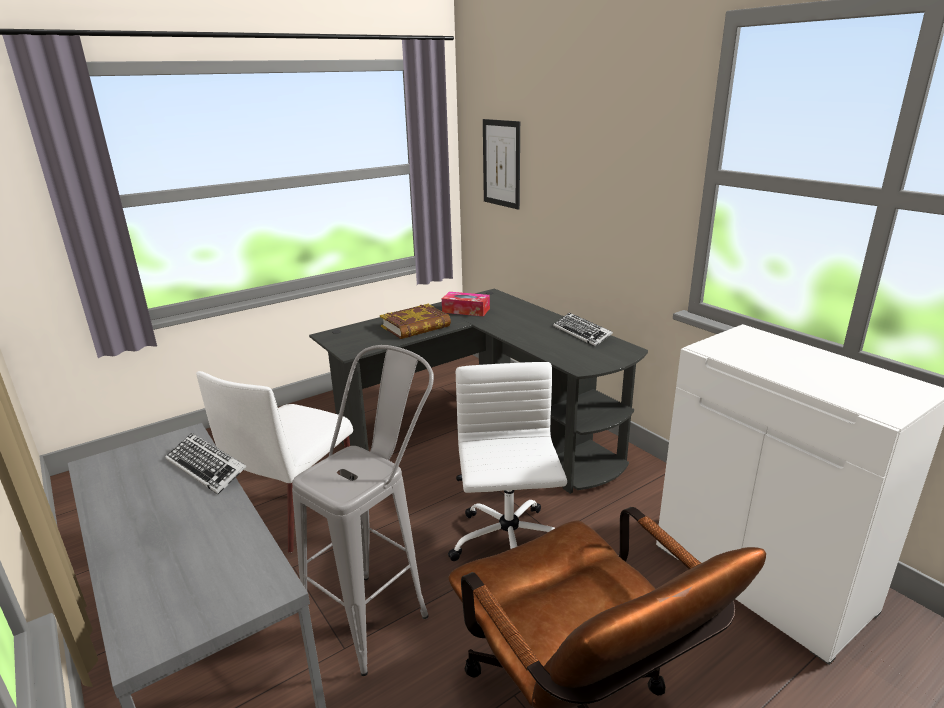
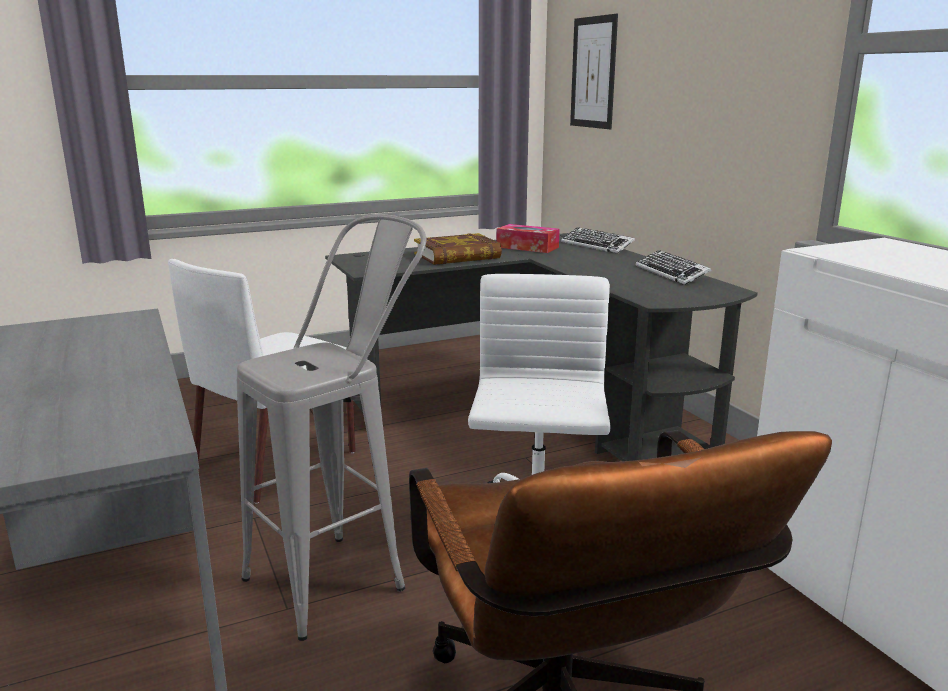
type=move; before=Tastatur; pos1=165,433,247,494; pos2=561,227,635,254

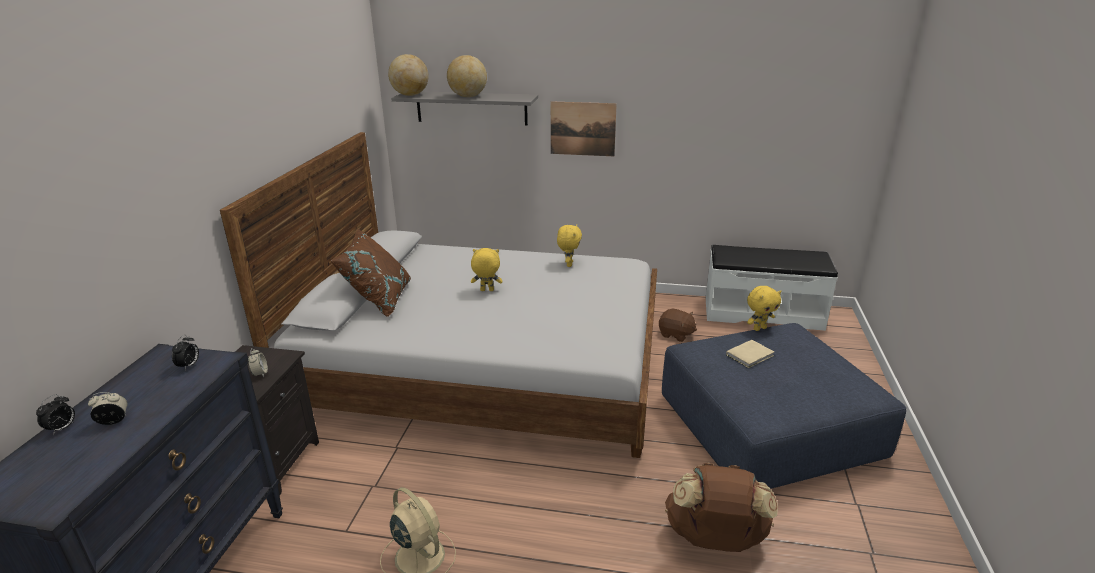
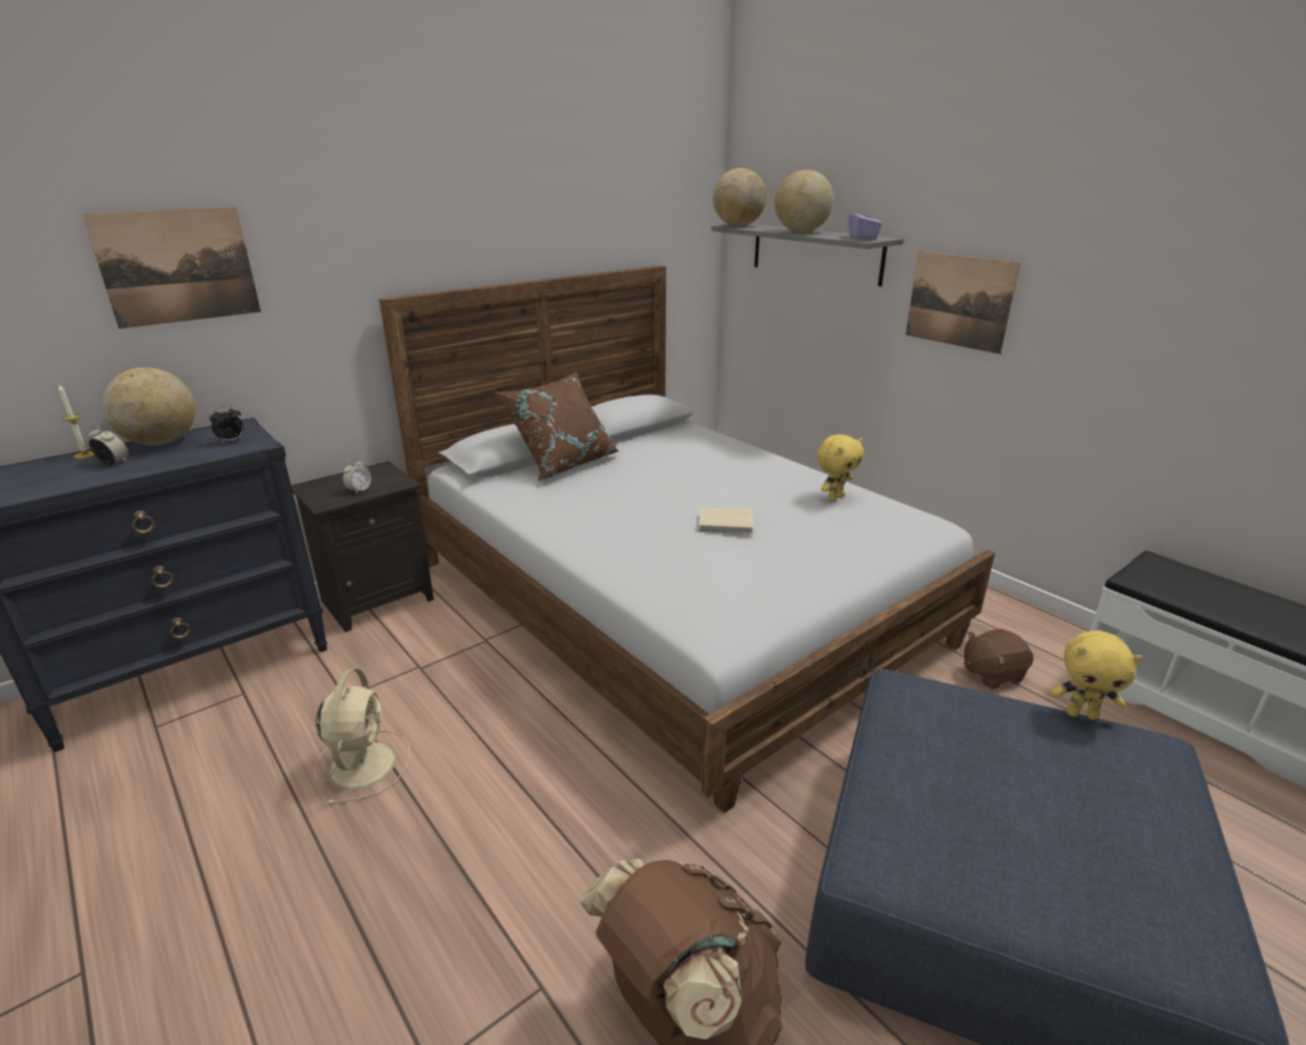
type=replace; before=Wecker; after=Kerze; pos1=36,394,75,435; pos2=58,385,95,459
type=delete; before=Plüschtier/gelb; pos1=471,248,503,291
type=rotate; before=Plüschtier/braun; pos1=659,309,697,342; pos2=964,629,1034,689; turn=90
type=move; before=Buch/beige; pos1=726,340,774,368; pos2=698,507,753,534
type=insert; after=Bild; pos2=82,207,261,329
type=insert; after=Globus; pos2=102,367,196,445
type=insert; after=Taschentuchbox/lila; pos2=849,205,882,240

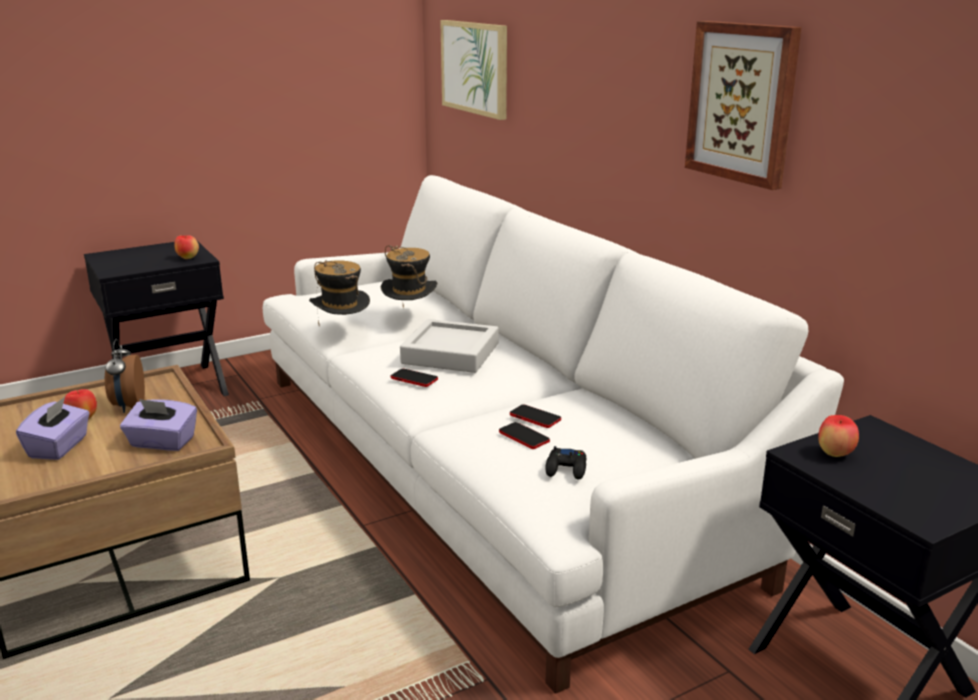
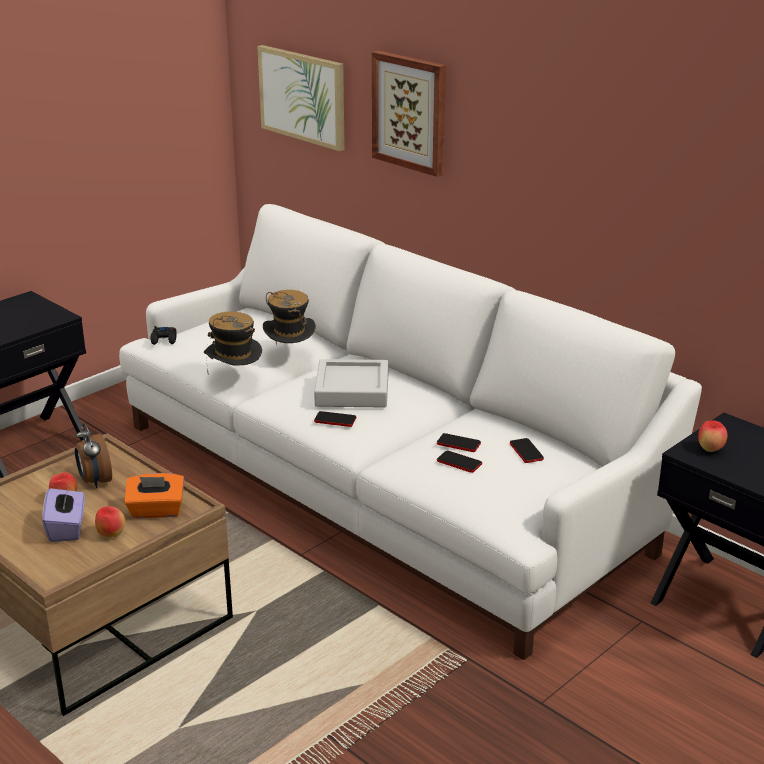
type=recolor; before=Taschentuchbox/lila; after=Taschentuchbox/orange; pos1=120,399,197,451; pos2=124,473,184,519
type=move; before=Apfel; pos1=174,235,199,259; pos2=95,506,125,538
type=move; before=Gamepad/schwarz; pos1=545,446,586,480; pos2=151,326,177,345
type=move; before=Bild; pos1=685,21,802,190; pos2=372,51,446,177
type=insert; after=Handy; pos2=510,438,544,463

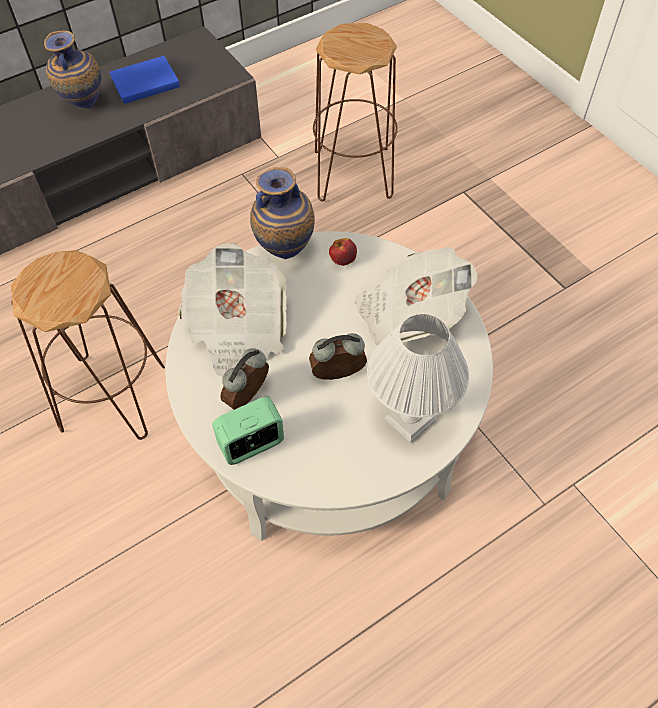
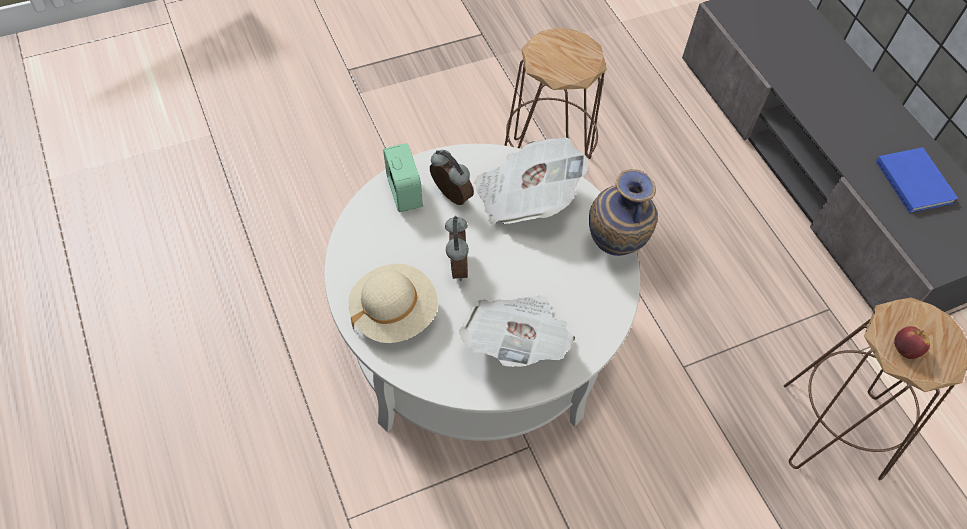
type=delete; before=Vase; pos1=44,31,102,109
type=move; before=Apfel; pos1=329,238,357,266; pos2=894,326,930,359
type=replace; before=Tischlampe/weiß; after=Hut/beige; pos1=367,314,469,443; pos2=349,264,438,343

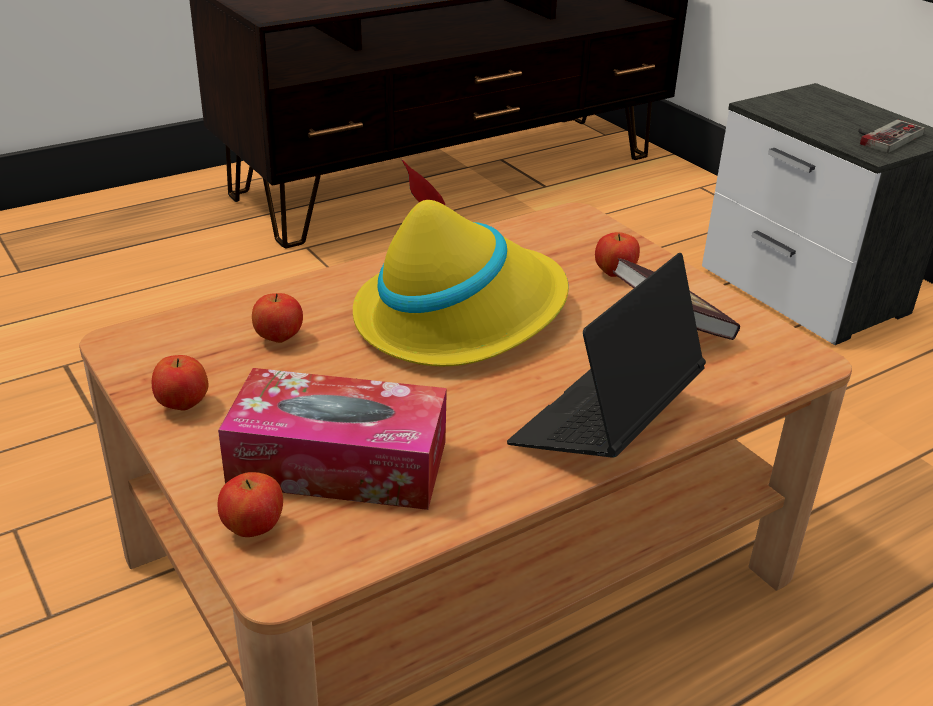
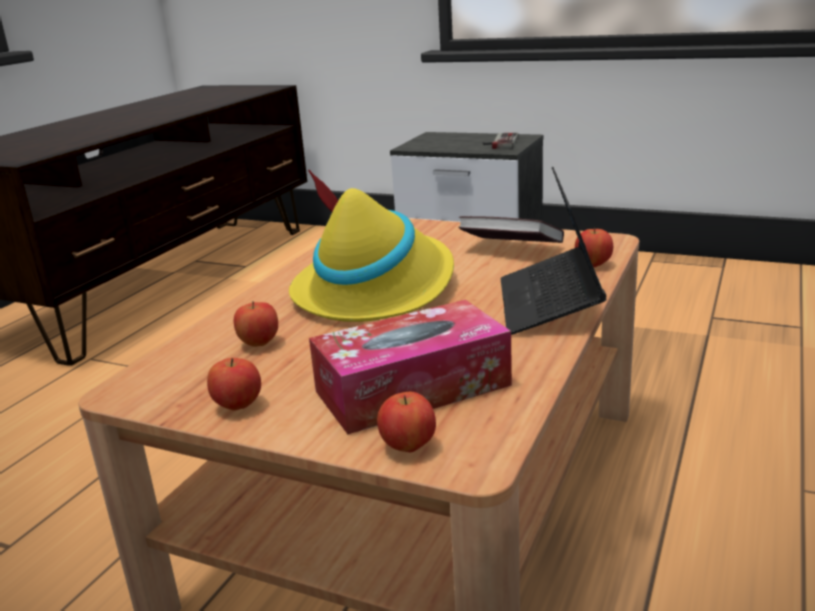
type=move; before=Apfel; pos1=595,232,640,277; pos2=575,228,613,267

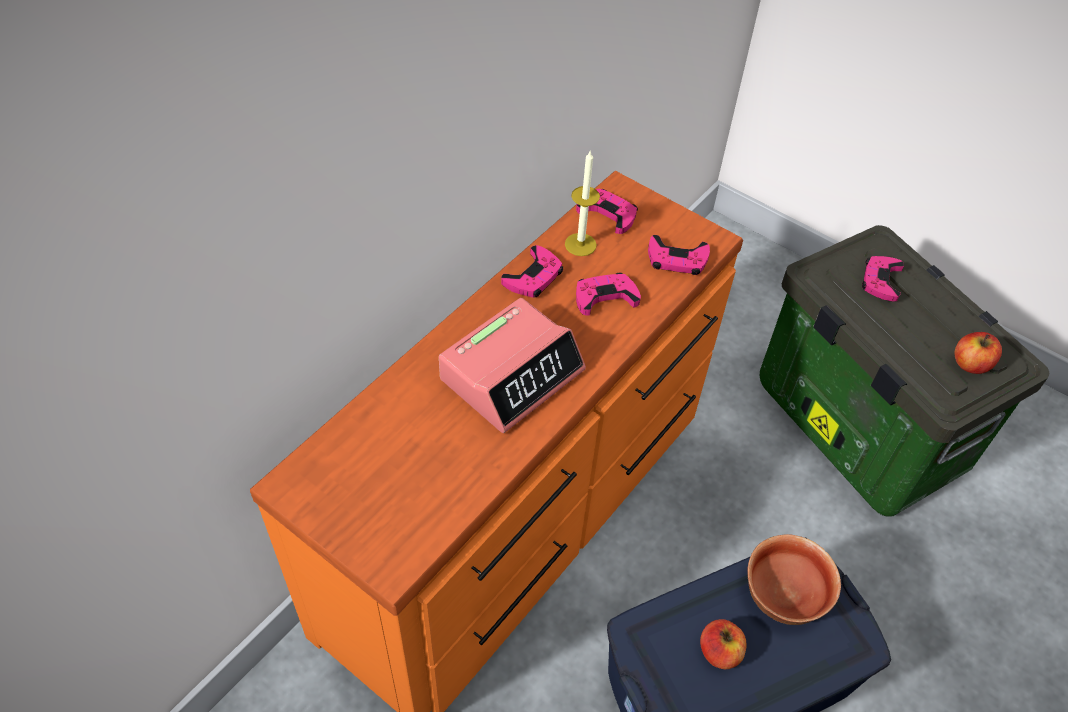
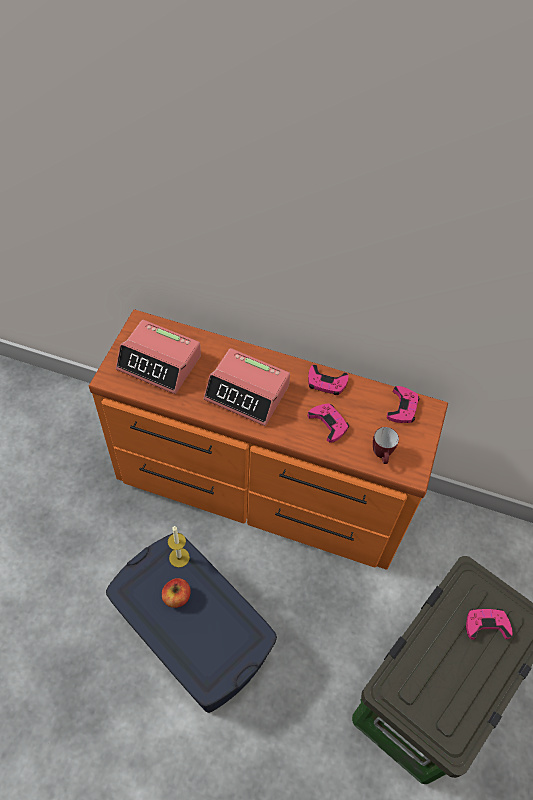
type=move; before=Kerze; pos1=565,151,600,256; pos2=168,526,190,568
type=replace; before=Gamepad/rosa; after=Henkelbecher; pos1=648,235,710,275; pos2=373,427,399,464
type=delete; before=Schüssel; pos1=747,534,841,625
type=delete; before=Apfel; pos1=954,332,1002,374
type=insert; after=Wecker; pos2=116,320,201,394

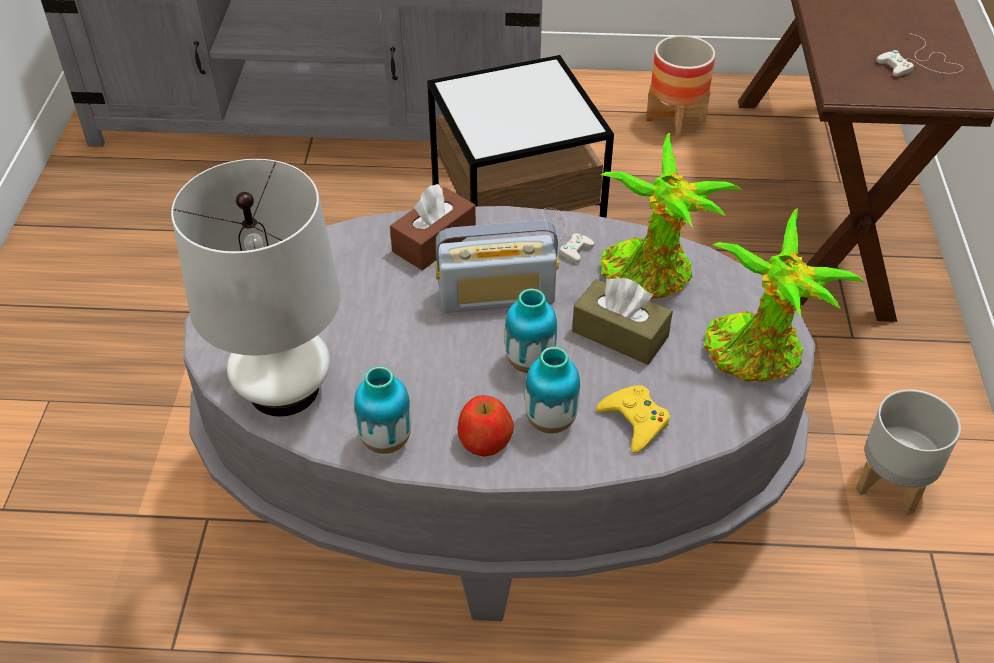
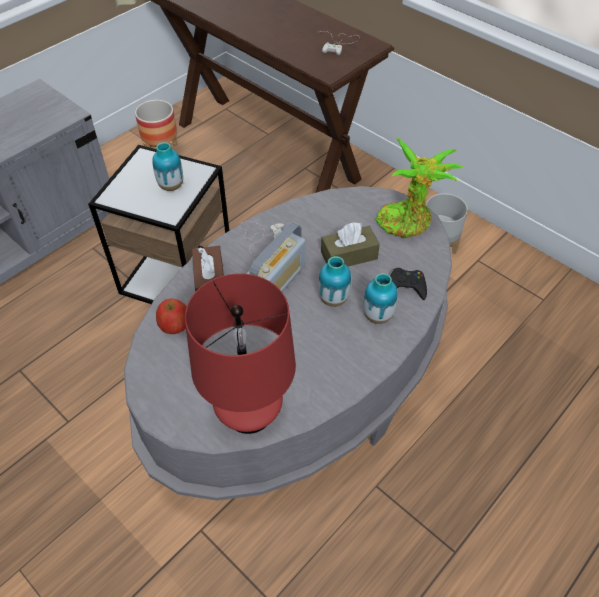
type=recolor; before=Tischlampe/weiß; after=Tischlampe/rot; pos1=171,159,341,417; pos2=185,273,296,434
type=move; before=Vase; pos1=354,366,412,454; pos2=152,142,183,191
type=move; before=Apfel; pos1=457,395,514,457; pos2=156,298,187,334
type=recolor; before=Gamepad/gelb; after=Gamepad/schwarz; pos1=596,385,670,453; pos2=390,268,427,300
type=delete; before=Topfpflanze; pos1=600,133,742,299

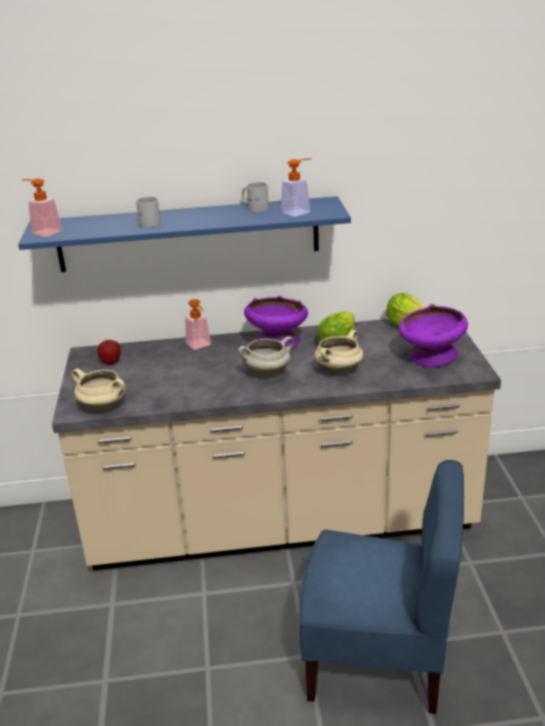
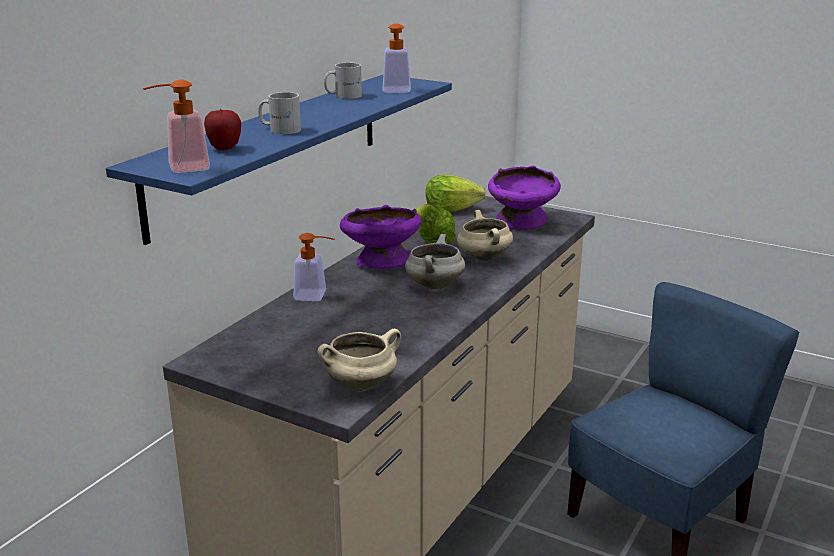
type=move; before=Apfel; pos1=97,340,121,365; pos2=204,109,241,150

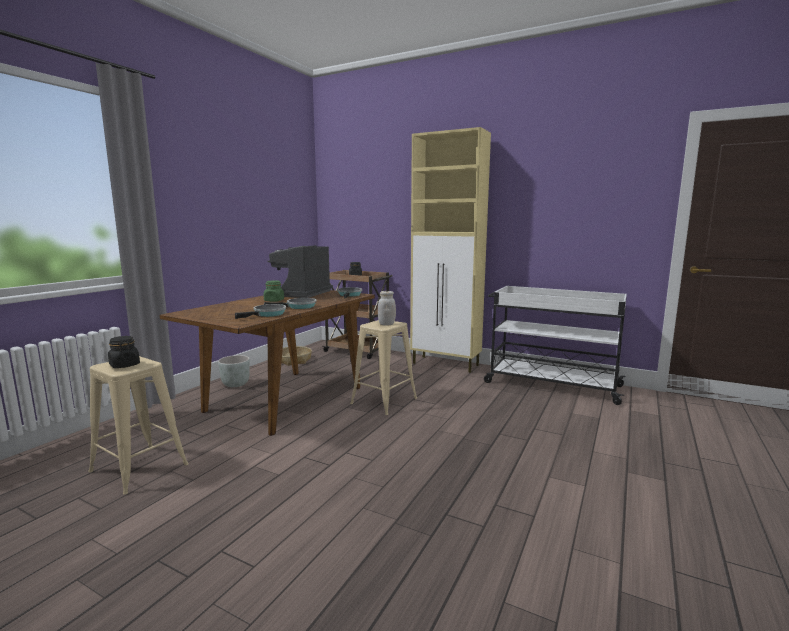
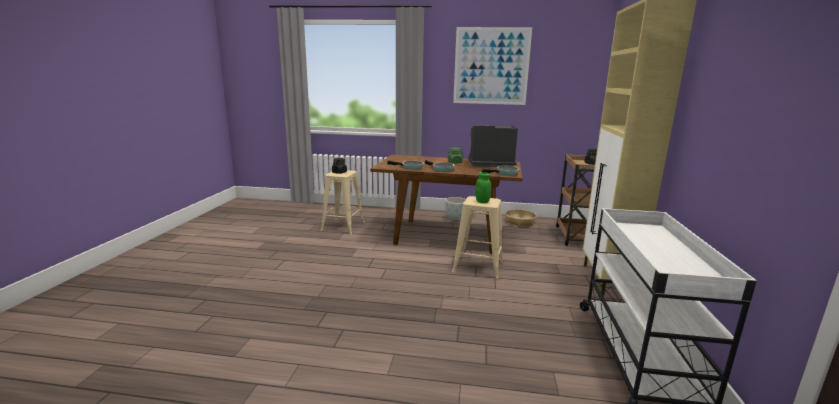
type=recolor; before=Vorratsglas/weiß; after=Vorratsglas/grün; pos1=378,291,396,326; pos2=475,172,491,203
type=insert; after=Bild; pos2=453,27,532,105

